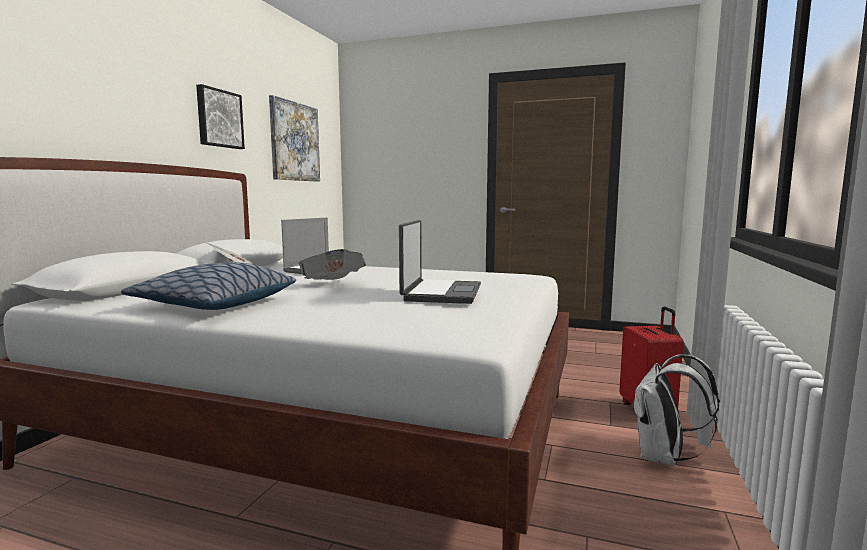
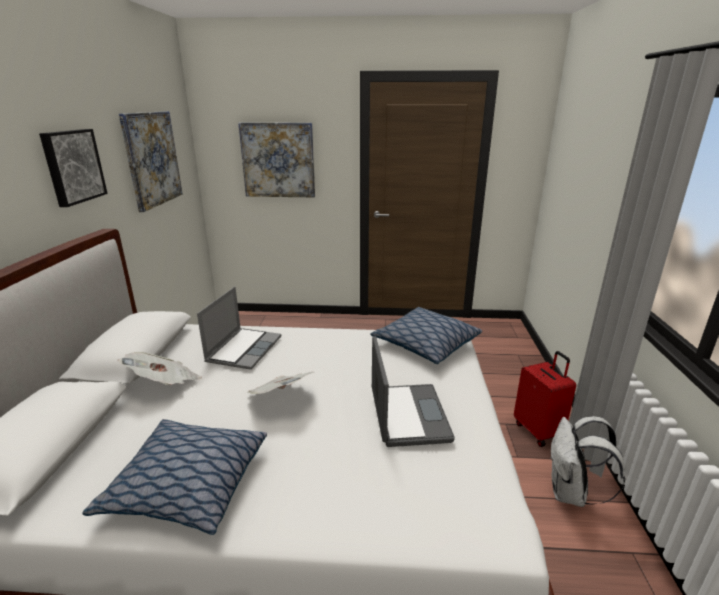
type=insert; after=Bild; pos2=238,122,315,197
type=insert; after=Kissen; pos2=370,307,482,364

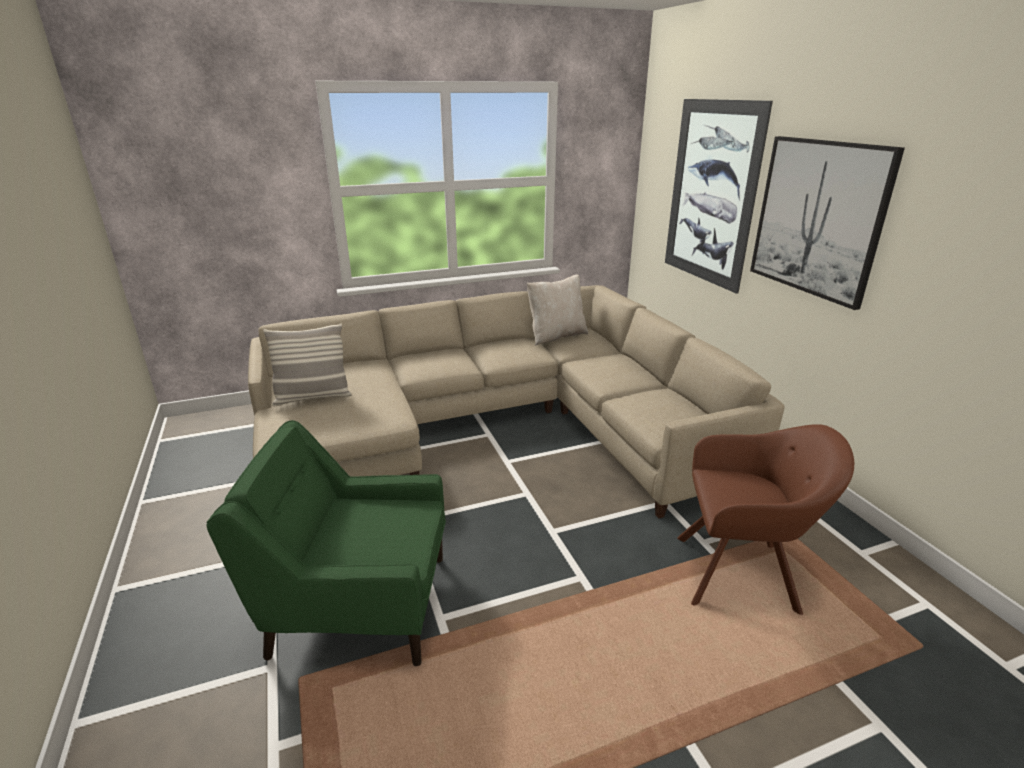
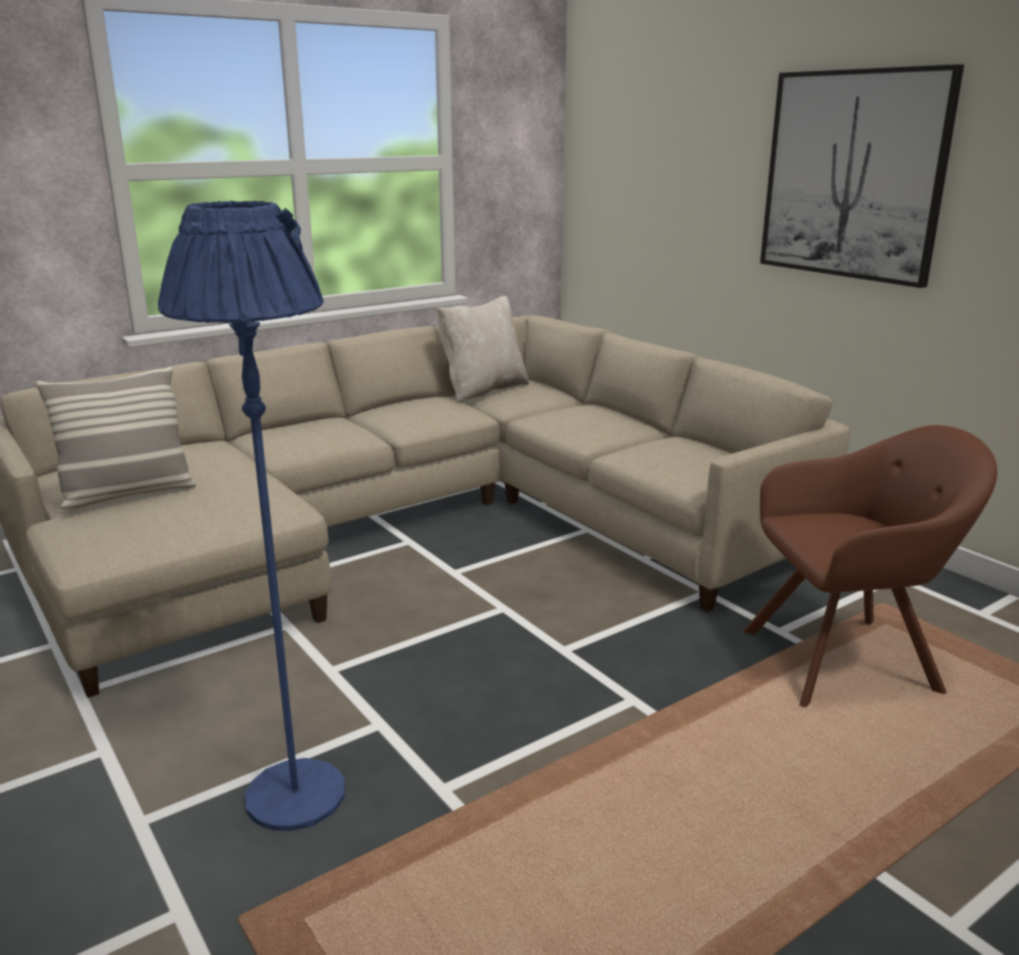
type=replace; before=Sessel/grün; after=Stehlampe/blau; pos1=207,420,446,666; pos2=158,201,345,831
type=delete; before=Bild; pos1=665,99,773,294

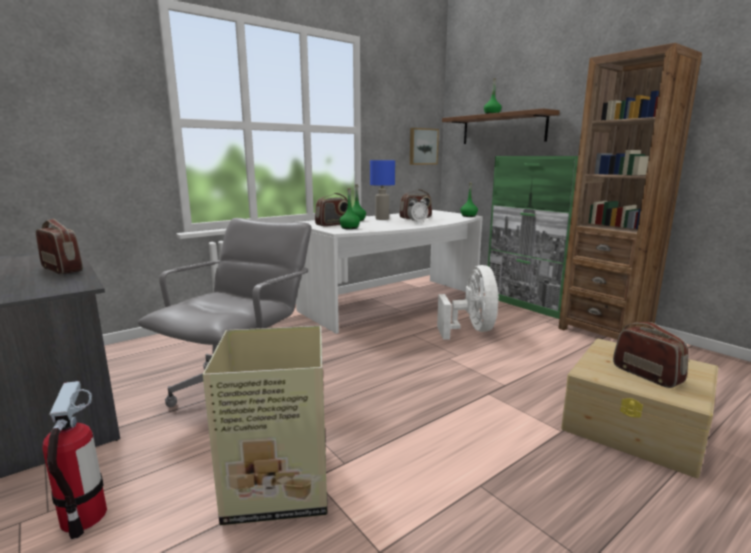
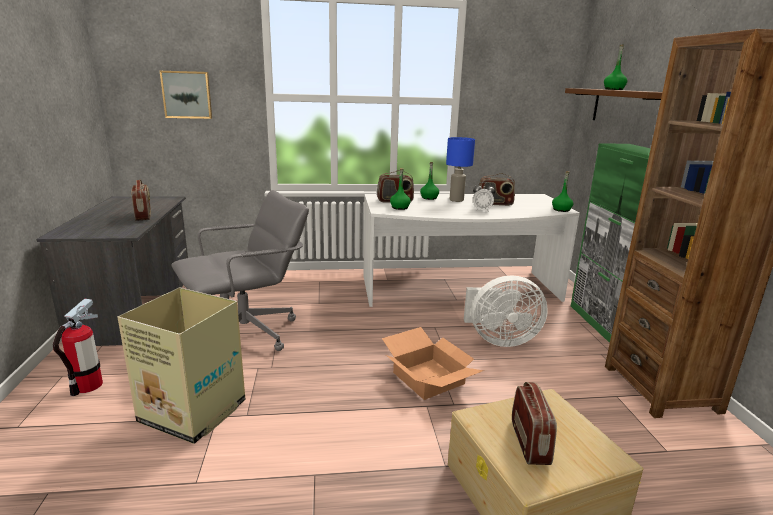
type=move; before=Bild; pos1=410,128,439,165; pos2=160,71,212,119
type=rotate; before=Ventilator/weiß; pos1=437,265,499,340; pos2=464,275,548,347; turn=60
type=insert; after=Karton; pos2=382,327,484,400

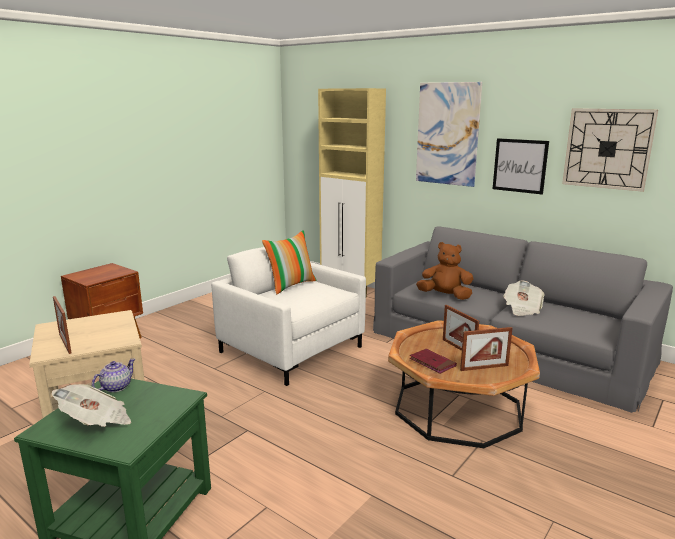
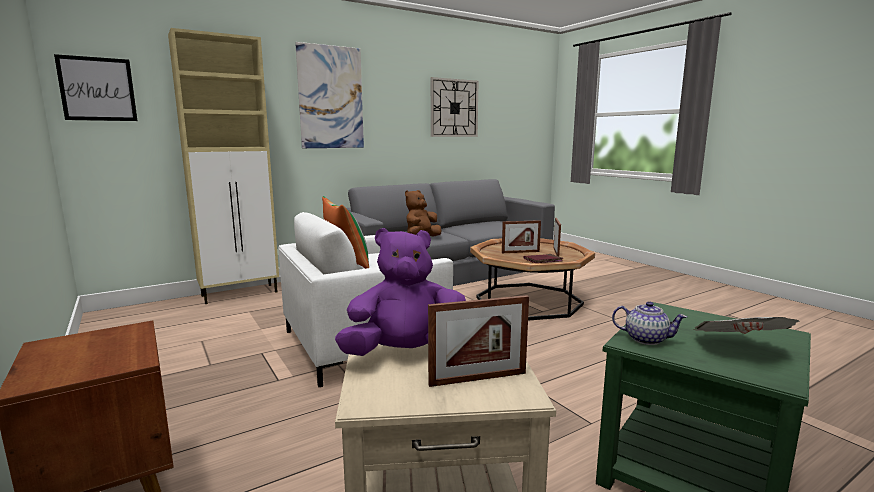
type=rotate; before=Teekanne; pos1=92,358,135,392; pos2=612,302,687,345; turn=150
type=move; before=Bild; pos1=493,138,549,195; pos2=54,54,137,121
type=delete; before=Zeitung; pos1=503,280,545,316
type=insert; after=Plüschtier/lila; pos2=335,228,466,356

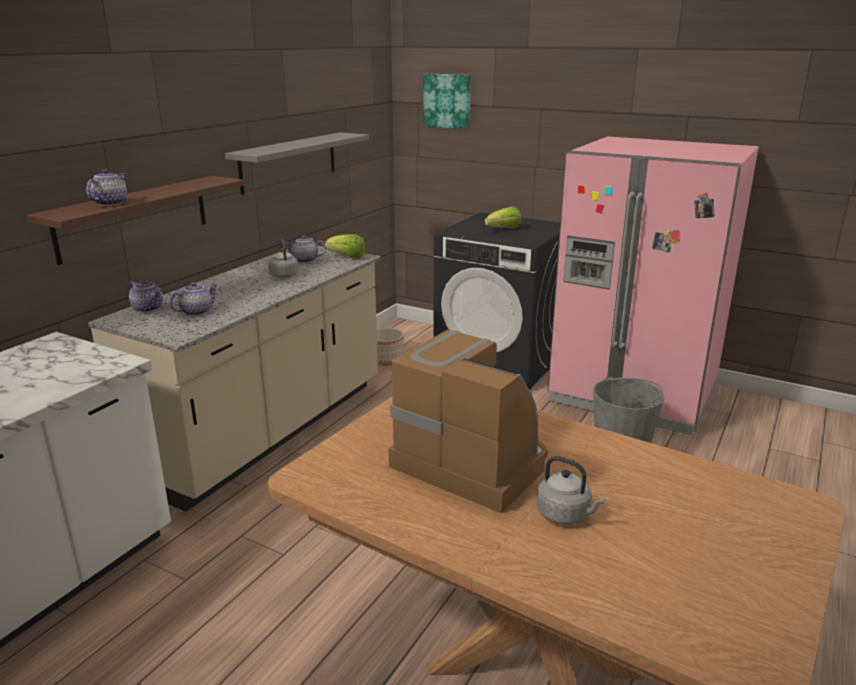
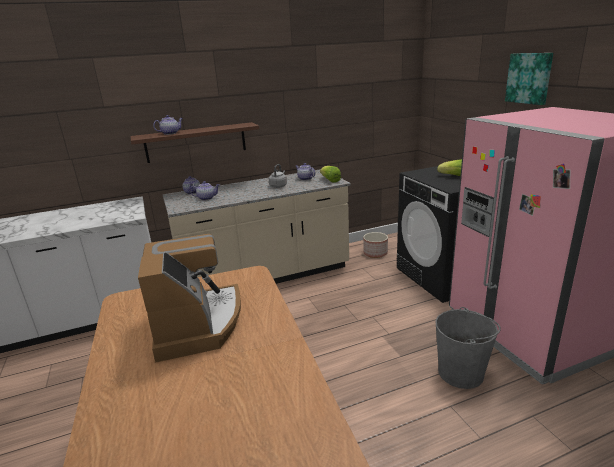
type=delete; before=Wandregal/grau; pos1=225,132,369,195
type=move; before=Bild; pos1=423,73,471,129; pos2=505,53,553,105
type=delete; before=Wasserkessel/grau; pos1=537,456,605,525

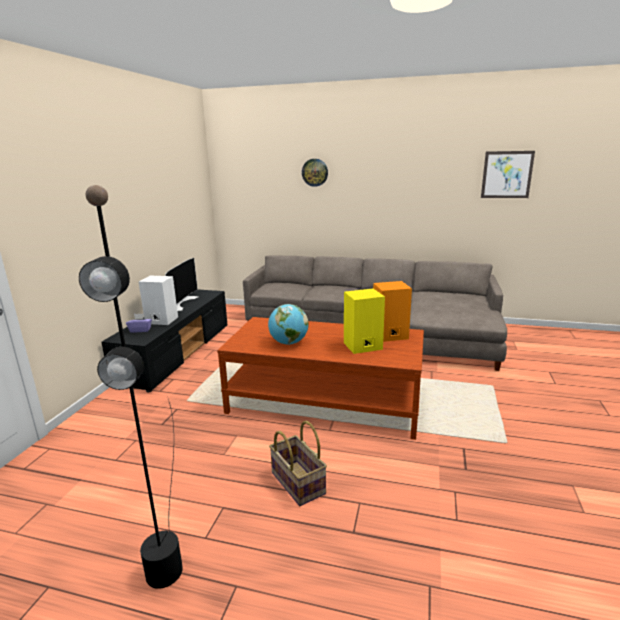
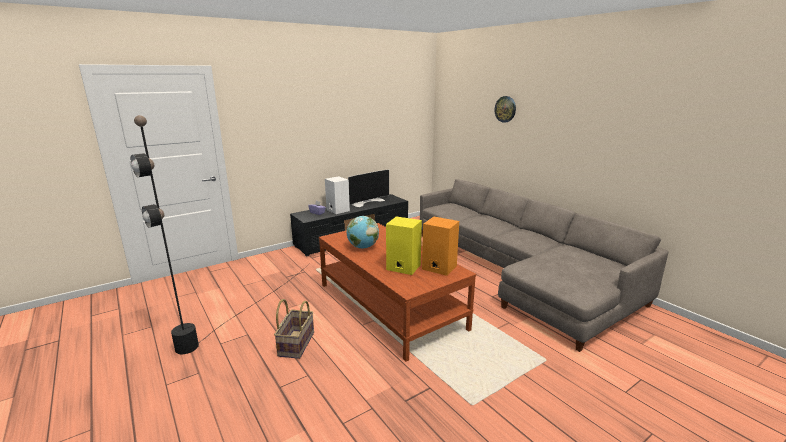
type=delete; before=Bild; pos1=481,151,535,198

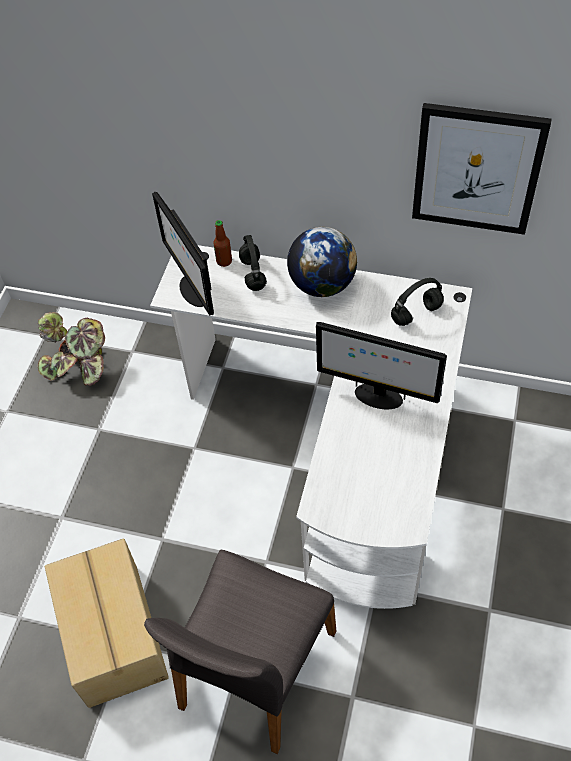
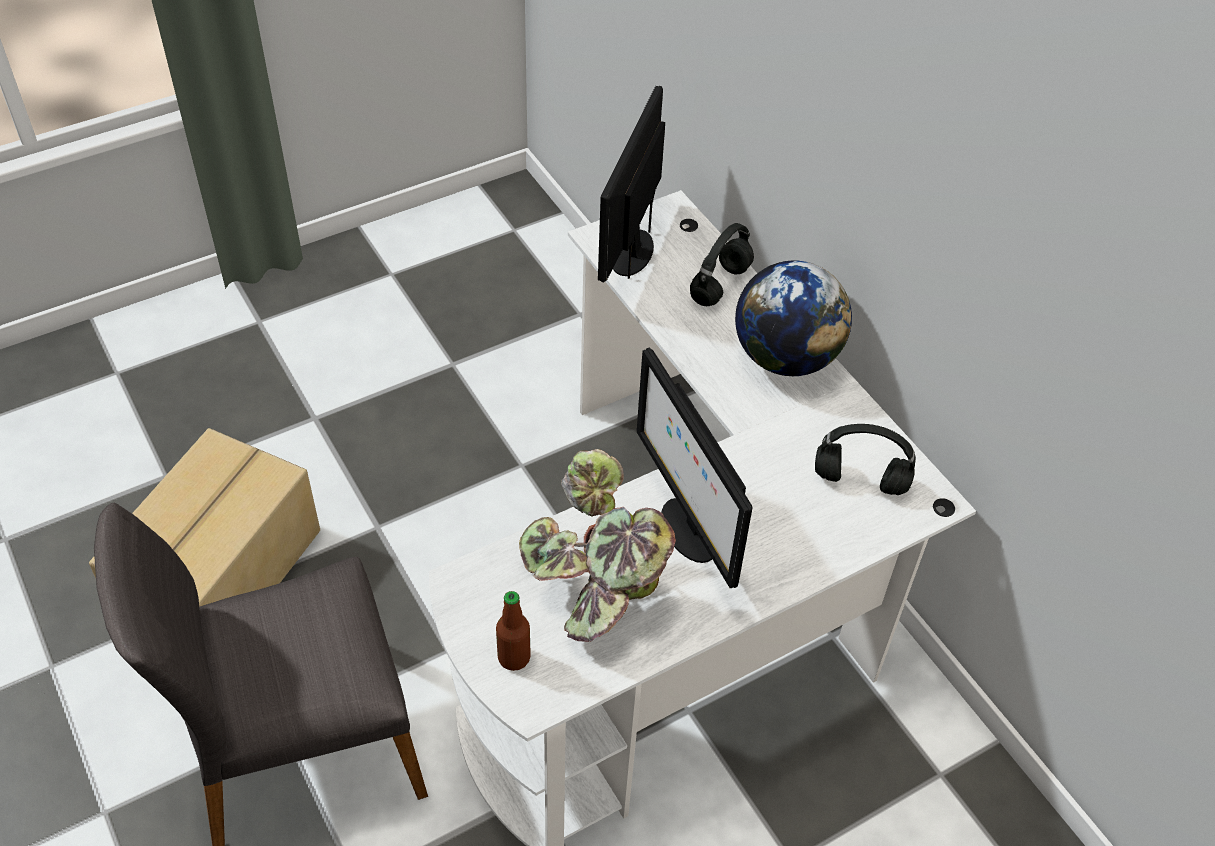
type=move; before=Topfpflanze; pos1=38,312,105,386; pos2=519,449,676,642
type=move; before=Flasche; pos1=213,220,232,267; pos2=496,591,531,671
type=delete; before=Bild; pos1=412,103,552,235

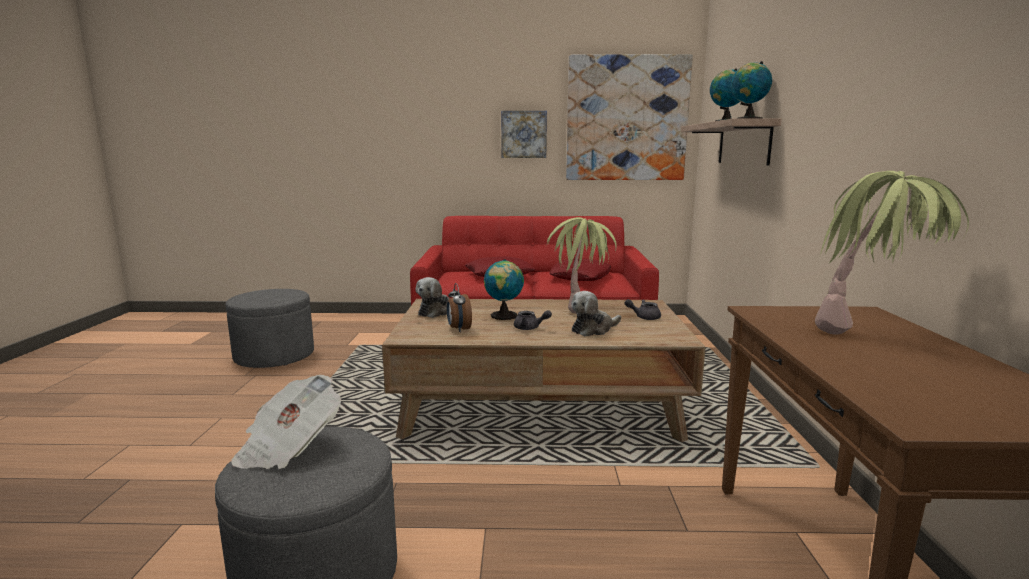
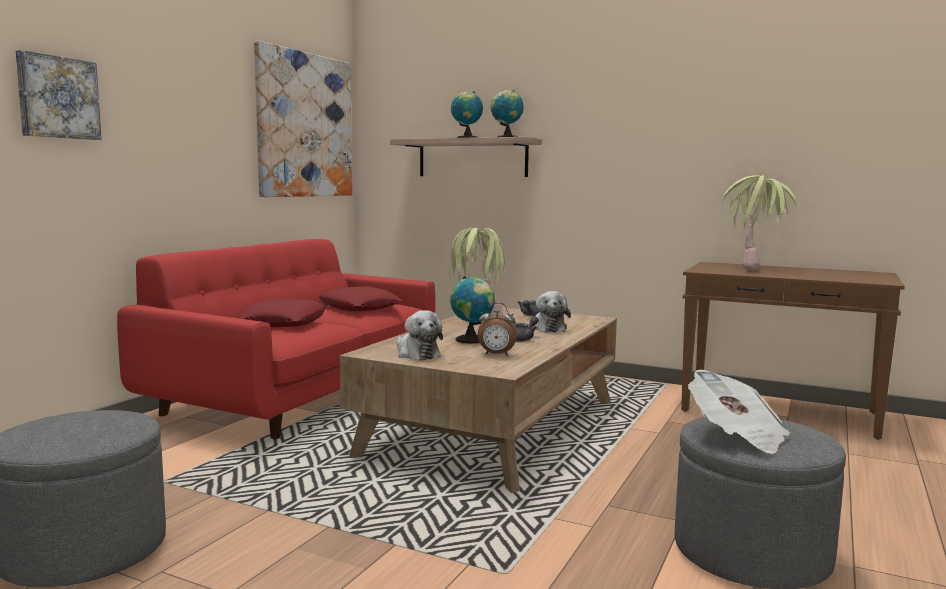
type=move; before=Bild; pos1=501,111,547,158; pos2=16,50,102,140

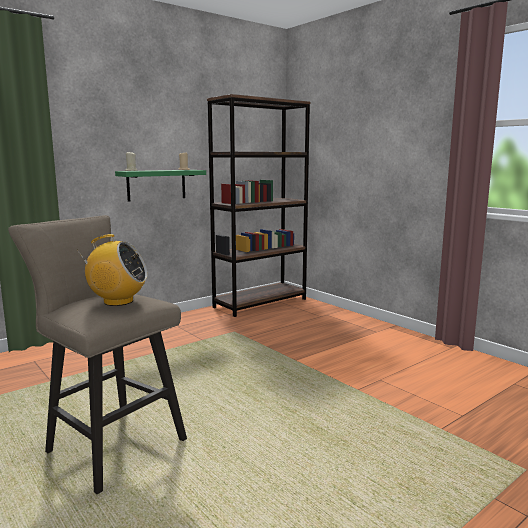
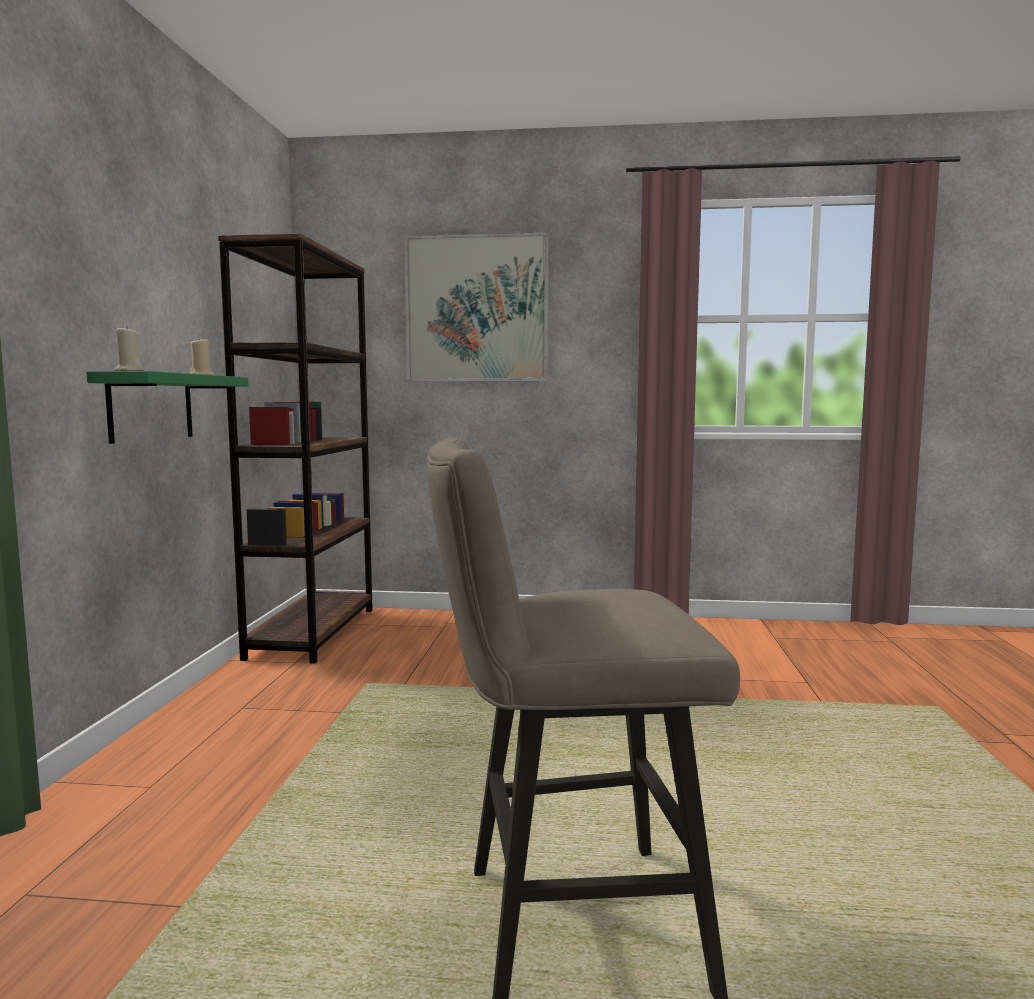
type=delete; before=Radio; pos1=77,234,147,306
type=insert; after=Bild; pos2=404,232,549,381

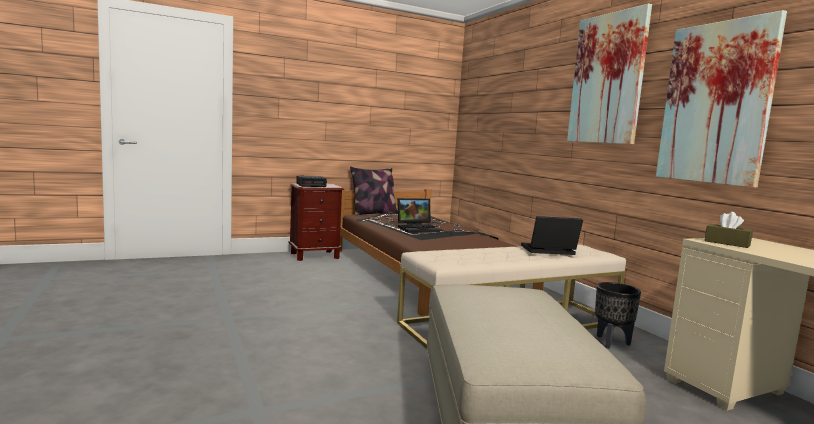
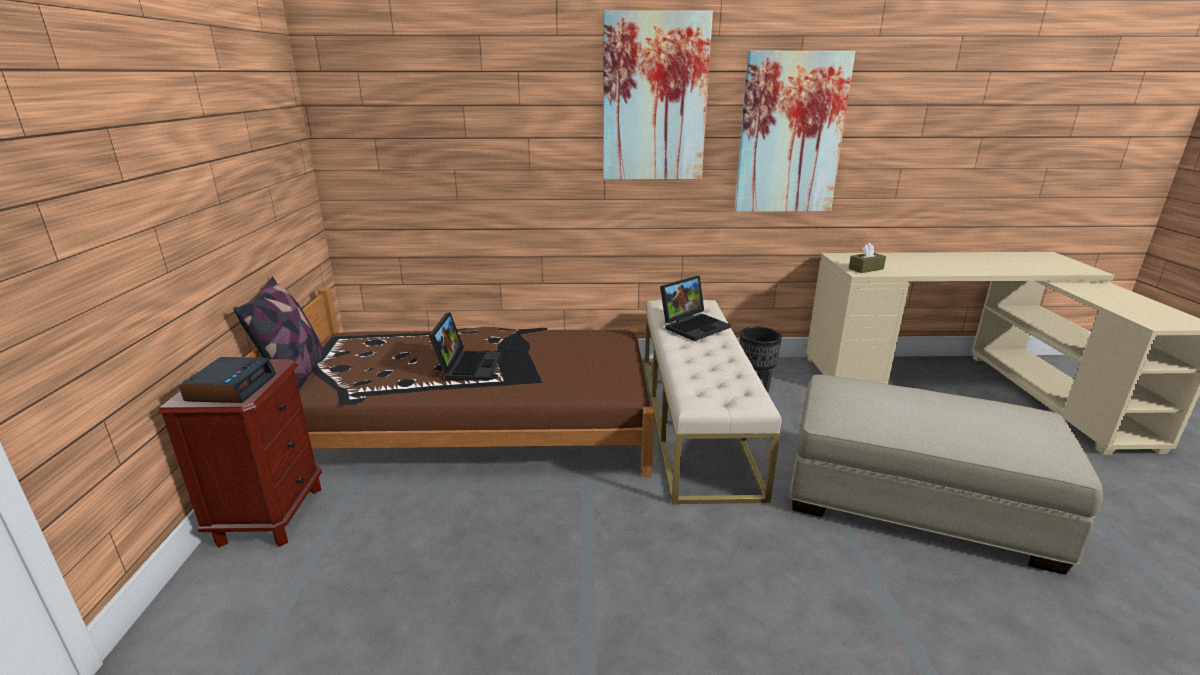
type=rotate; before=Laptop; pos1=521,216,583,255; pos2=660,276,731,341; turn=-150

